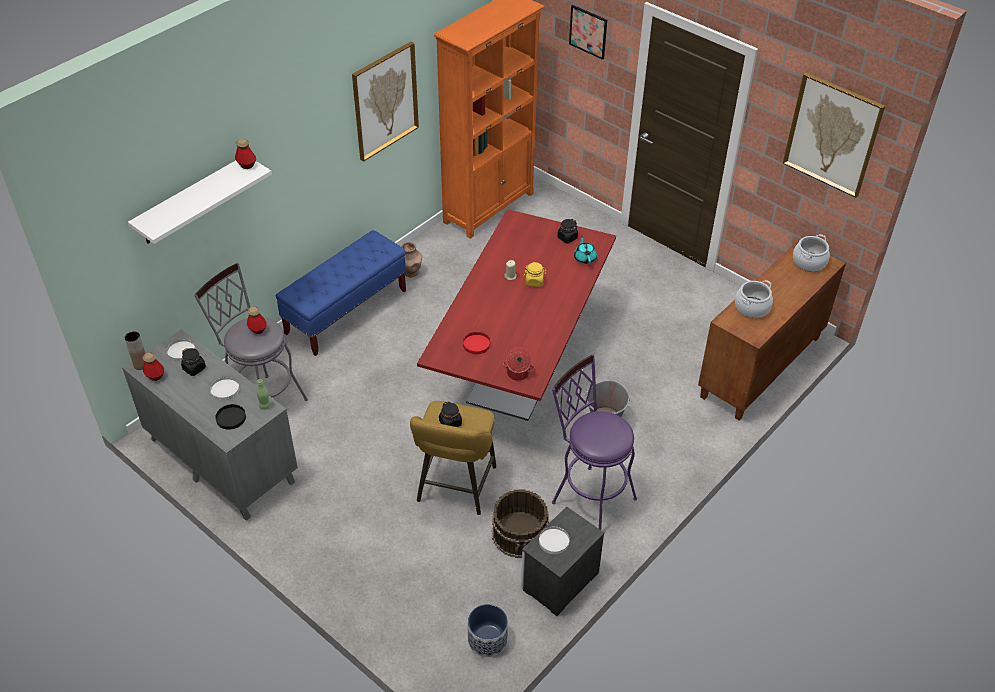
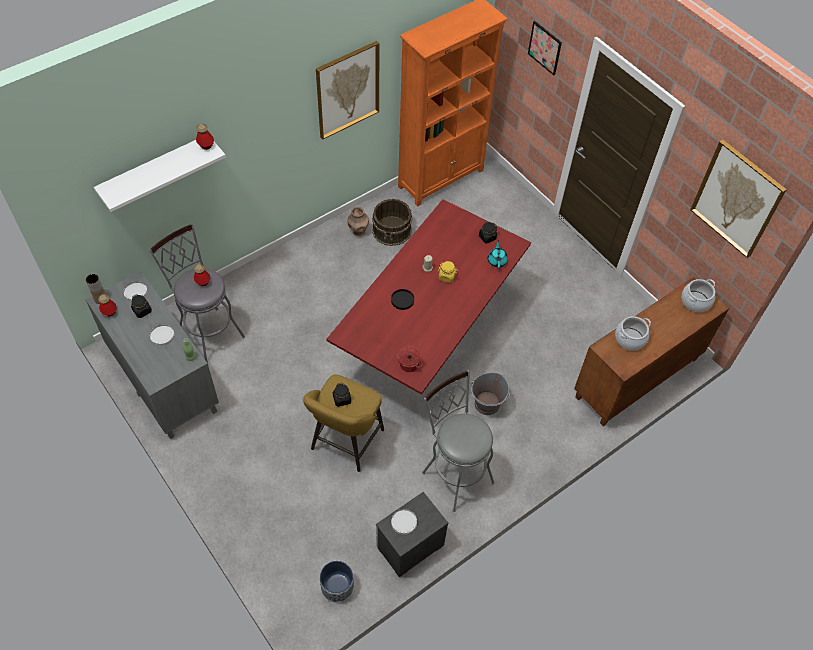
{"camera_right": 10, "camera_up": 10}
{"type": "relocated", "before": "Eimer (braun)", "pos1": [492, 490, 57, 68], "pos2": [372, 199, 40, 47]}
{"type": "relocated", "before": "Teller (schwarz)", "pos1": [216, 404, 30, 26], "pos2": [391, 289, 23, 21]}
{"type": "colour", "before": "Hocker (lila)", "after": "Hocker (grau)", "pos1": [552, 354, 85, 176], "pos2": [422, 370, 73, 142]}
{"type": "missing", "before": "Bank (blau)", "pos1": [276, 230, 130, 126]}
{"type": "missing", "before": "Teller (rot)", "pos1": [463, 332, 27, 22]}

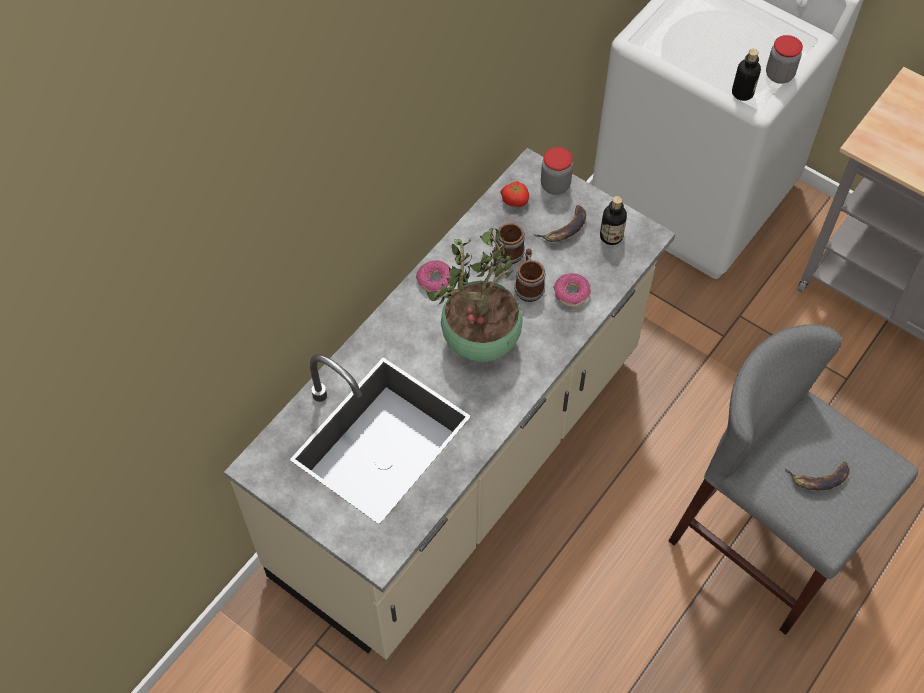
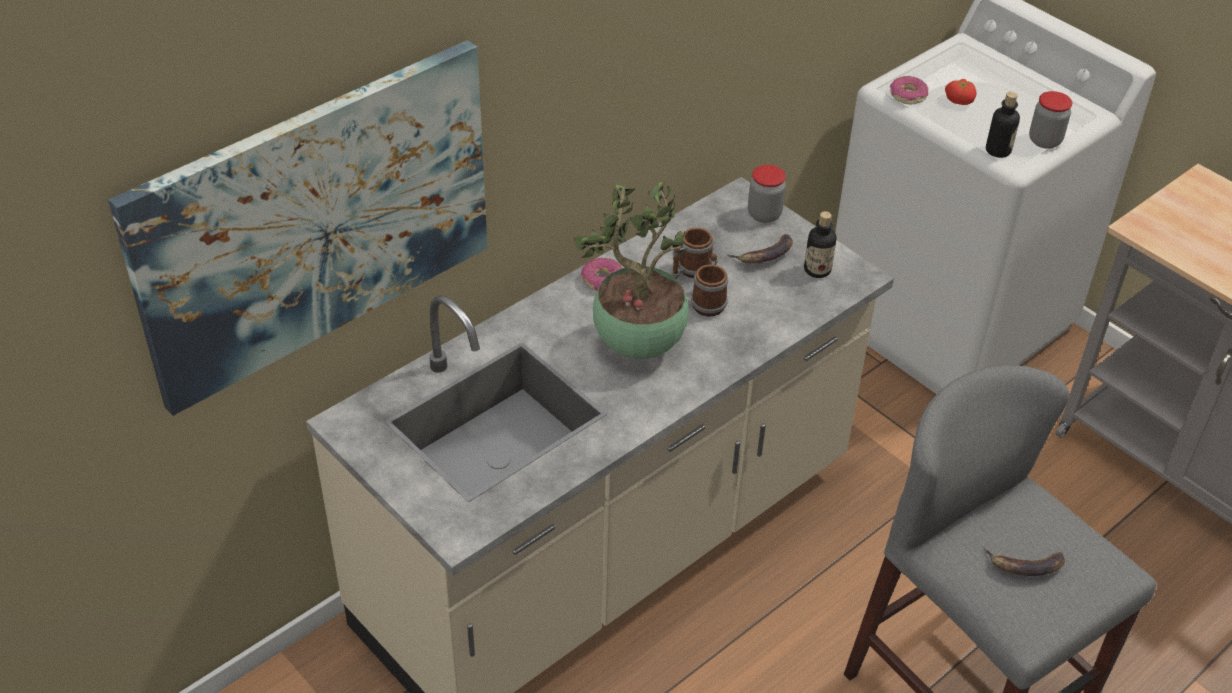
{"camera_right": 10, "camera_up": -15}
{"type": "appeared", "after": "Bild", "pos2": [108, 40, 380, 376]}
{"type": "relocated", "before": "Donut", "pos1": [553, 273, 38, 34], "pos2": [890, 76, 39, 28]}
{"type": "relocated", "before": "Tomate", "pos1": [501, 181, 28, 26], "pos2": [945, 79, 32, 26]}

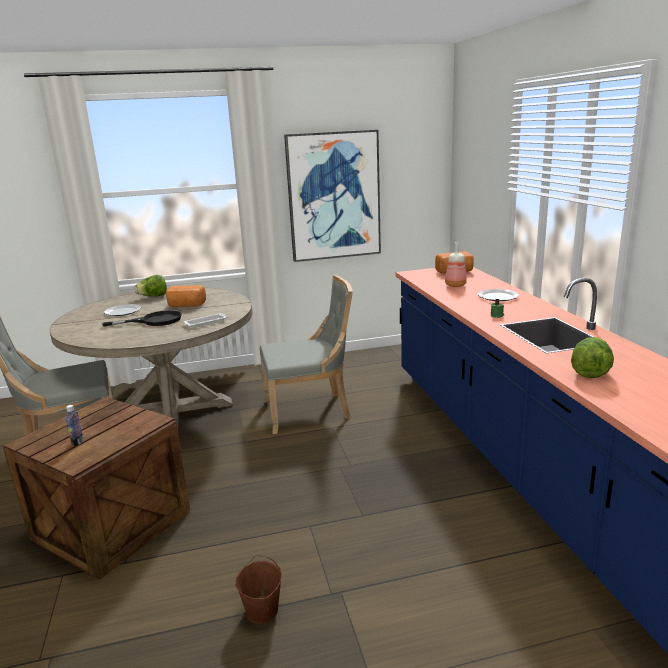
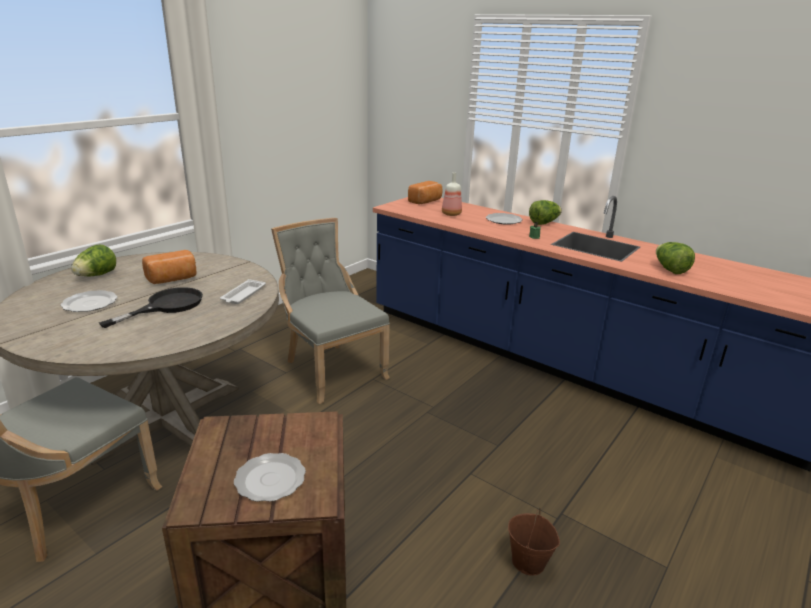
{"camera_right": -40, "camera_up": 5}
{"type": "exchanged", "before": "Flasche", "after": "Teller", "pos1": [65, 405, 19, 42], "pos2": [234, 453, 72, 49]}
{"type": "spun", "before": "Stuhl (grau)", "pos1": [260, 275, 93, 159], "pos2": [271, 218, 119, 186], "turn": -75}
{"type": "appeared", "after": "Salatkopf", "pos2": [529, 200, 33, 25]}
{"type": "missing", "before": "Bild", "pos1": [284, 130, 97, 132]}

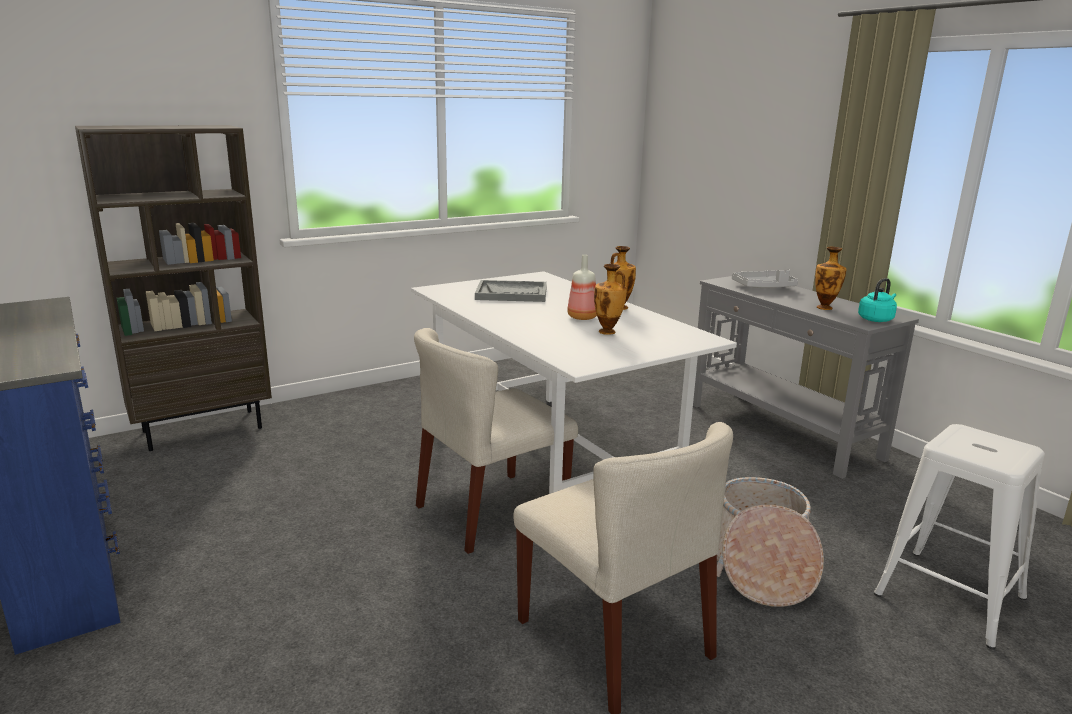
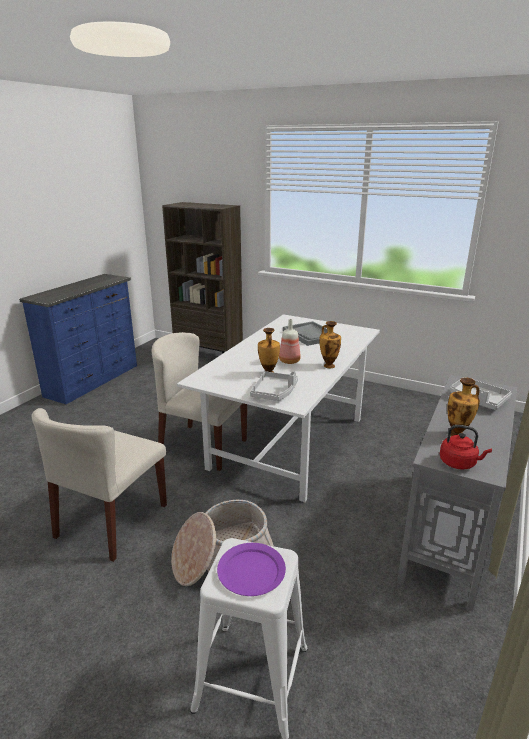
{"camera_right": 60, "camera_up": 5}
{"type": "appeared", "after": "Teller (lila)", "pos2": [217, 543, 69, 53]}
{"type": "appeared", "after": "Tablett (grau)", "pos2": [250, 371, 48, 30]}
{"type": "colour", "before": "Wasserkessel (türkis)", "after": "Wasserkessel (rot)", "pos1": [858, 278, 39, 44], "pos2": [440, 425, 52, 45]}

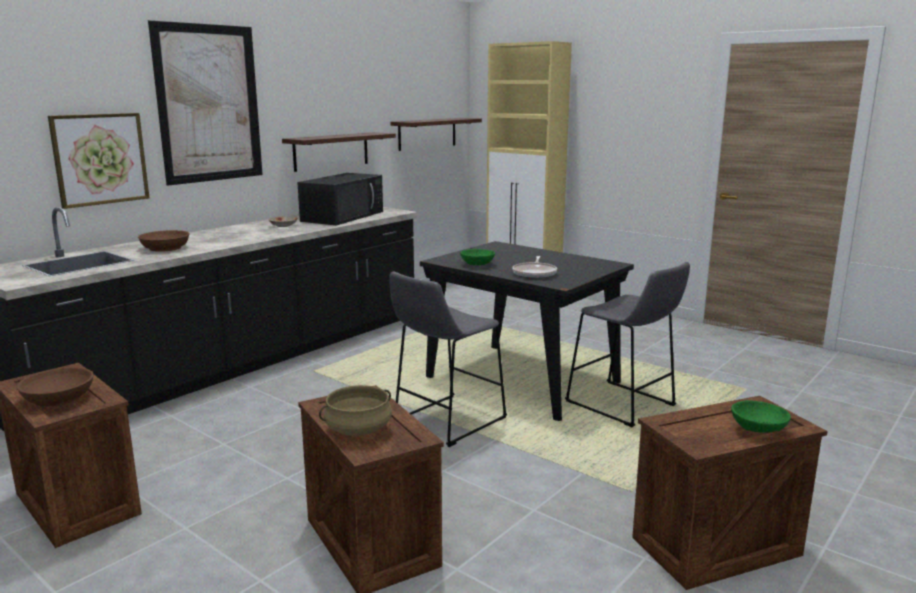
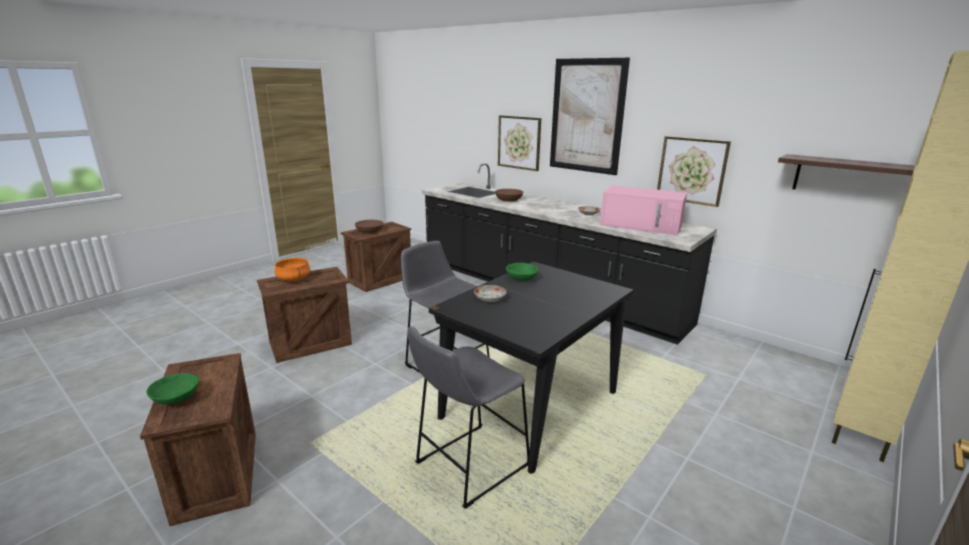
{"camera_right": 90, "camera_up": 5}
{"type": "colour", "before": "Kochtopf (beige)", "after": "Kochtopf (orange)", "pos1": [319, 385, 73, 51], "pos2": [275, 258, 36, 23]}
{"type": "exchanged", "before": "Pfanne", "after": "Teller", "pos1": [512, 256, 45, 23], "pos2": [474, 285, 33, 17]}
{"type": "colour", "before": "Mikrowelle (schwarz)", "after": "Mikrowelle (rosa)", "pos1": [297, 173, 86, 52], "pos2": [600, 185, 87, 51]}
{"type": "exchanged", "before": "Wandregal", "after": "Bild", "pos1": [282, 132, 114, 40], "pos2": [657, 136, 74, 71]}

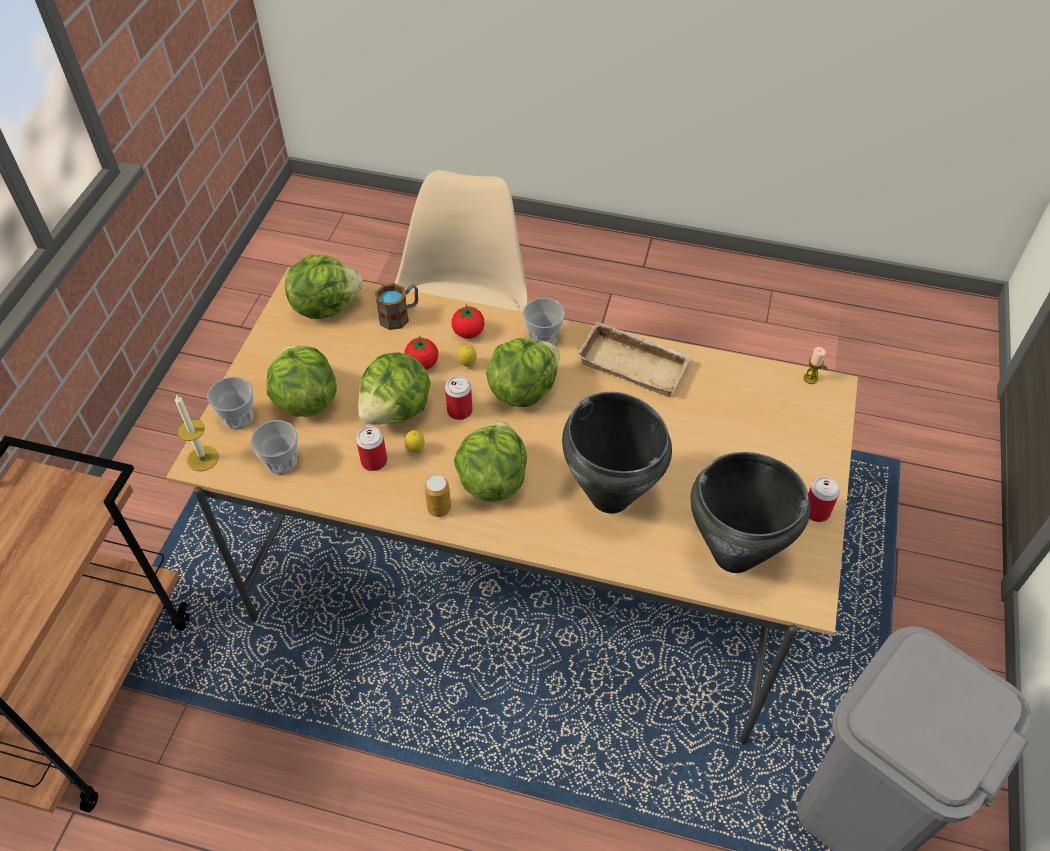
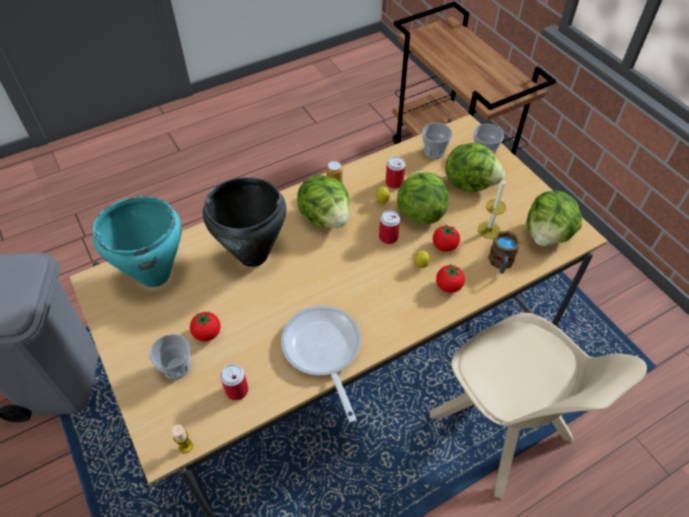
{"camera_right": 135, "camera_up": 0}
{"type": "colour", "before": "Kochtopf (schwarz)", "after": "Kochtopf (türkis)", "pos1": [690, 452, 121, 121], "pos2": [93, 196, 89, 91]}
{"type": "relocated", "before": "Tasse", "pos1": [523, 298, 42, 46], "pos2": [150, 334, 40, 46]}
{"type": "appeared", "after": "Tomate", "pos2": [190, 312, 31, 29]}
{"type": "relocated", "before": "Dose", "pos1": [808, 476, 32, 46], "pos2": [220, 364, 28, 37]}
{"type": "exchanged", "before": "Tablett (beige)", "after": "Pfanne", "pos1": [576, 321, 116, 76], "pos2": [281, 306, 80, 117]}
{"type": "relocated", "before": "Kerze", "pos1": [175, 395, 44, 76], "pos2": [478, 179, 28, 60]}
{"type": "missing", "before": "Salatkopf", "pos1": [486, 338, 73, 69]}

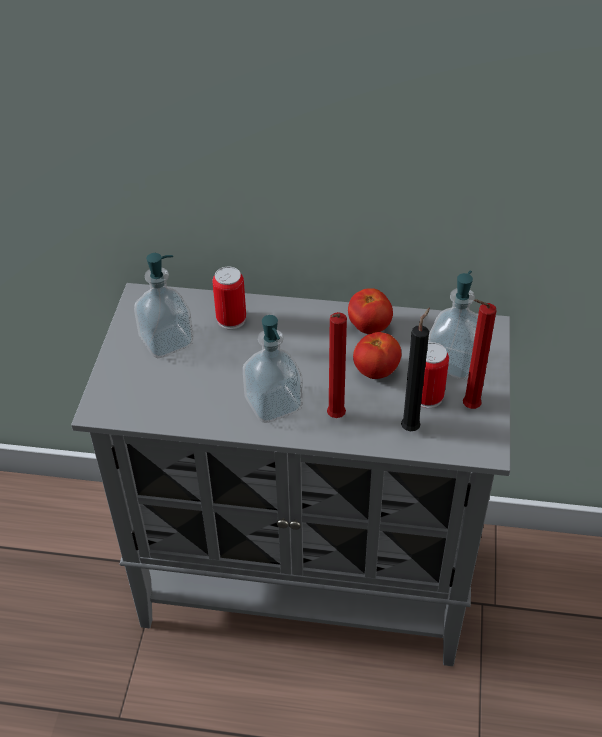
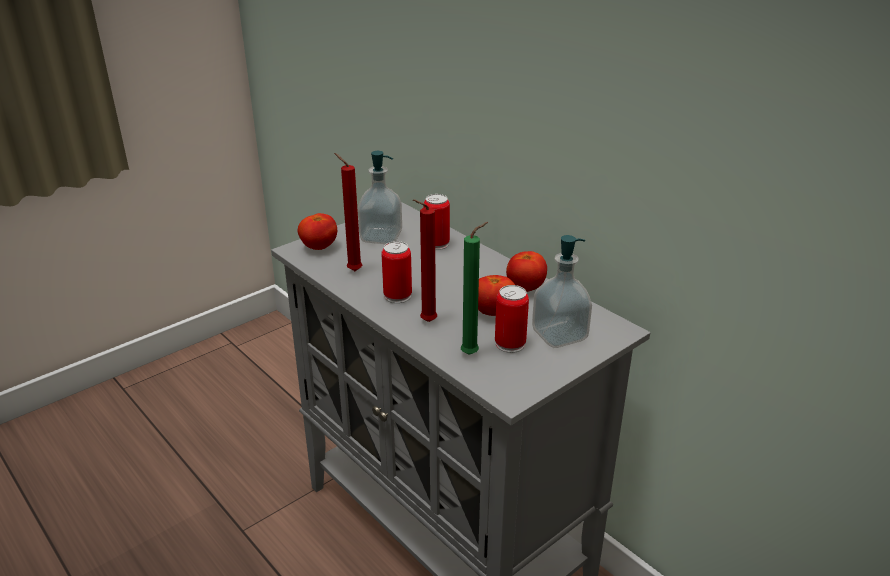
{"camera_right": 40, "camera_up": -15}
{"type": "appeared", "after": "Tomate", "pos2": [298, 213, 39, 37]}
{"type": "relocated", "before": "Kerze (rot)", "pos1": [463, 299, 34, 110], "pos2": [334, 153, 28, 118]}
{"type": "exchanged", "before": "Seifenspender", "after": "Dose", "pos1": [243, 315, 60, 108], "pos2": [382, 241, 30, 62]}
{"type": "colour", "before": "Kerze (schwarz)", "after": "Kerze (grün)", "pos1": [401, 308, 29, 123], "pos2": [461, 222, 27, 133]}

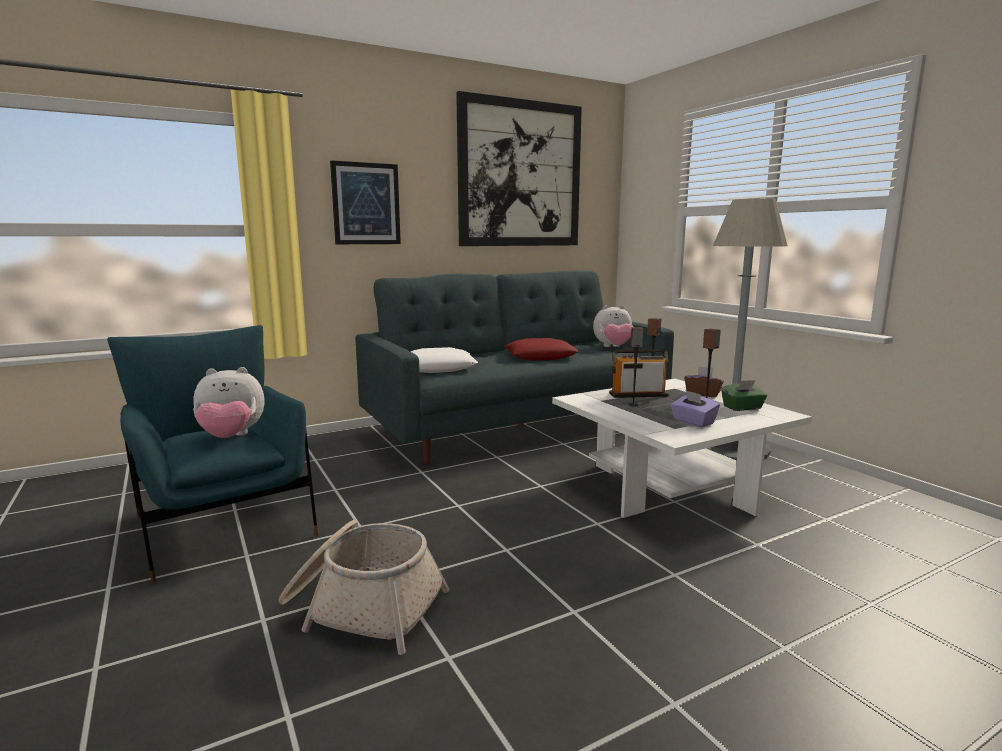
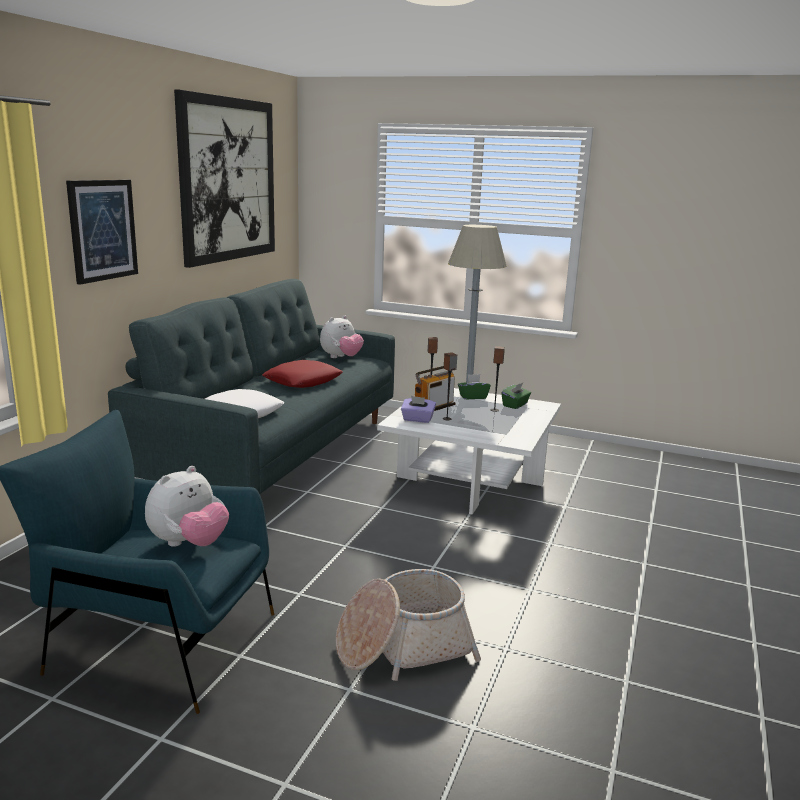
{"camera_right": -40, "camera_up": 5}
{"type": "relocated", "before": "Taschentuchbox (lila)", "pos1": [670, 390, 50, 37], "pos2": [401, 396, 35, 27]}
{"type": "colour", "before": "Taschentuchbox (braun)", "after": "Taschentuchbox (grün)", "pos1": [684, 366, 40, 31], "pos2": [458, 374, 33, 25]}

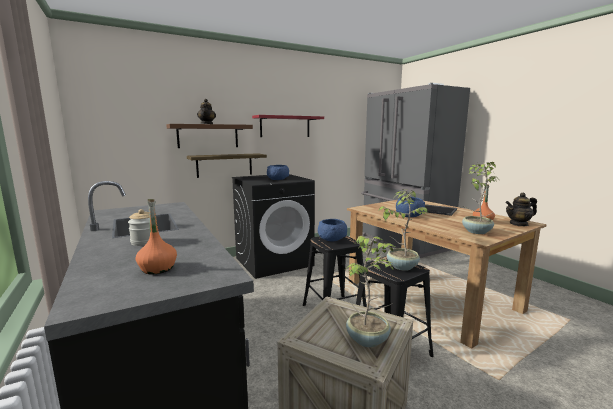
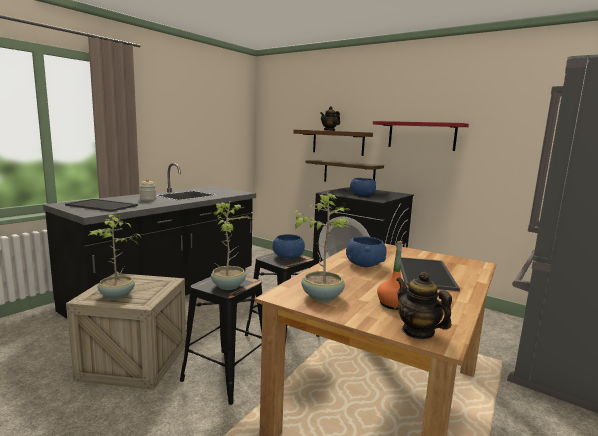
{"camera_right": 65, "camera_up": 0}
{"type": "exchanged", "before": "Flasche (orange)", "after": "Tablett", "pos1": [136, 199, 41, 75], "pos2": [65, 199, 73, 13]}

